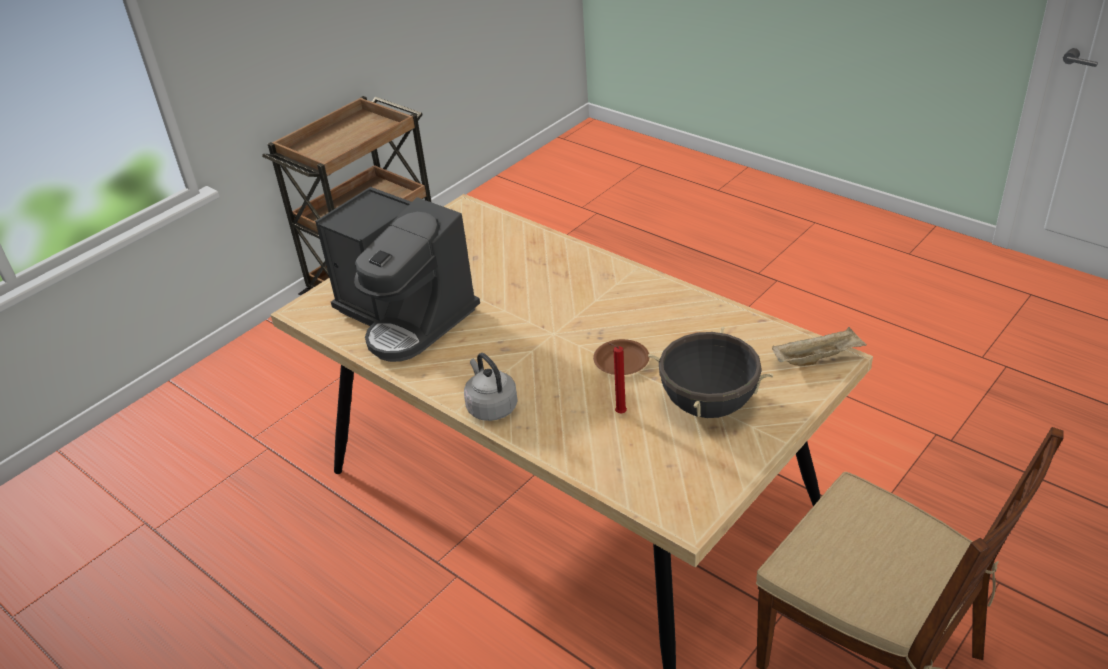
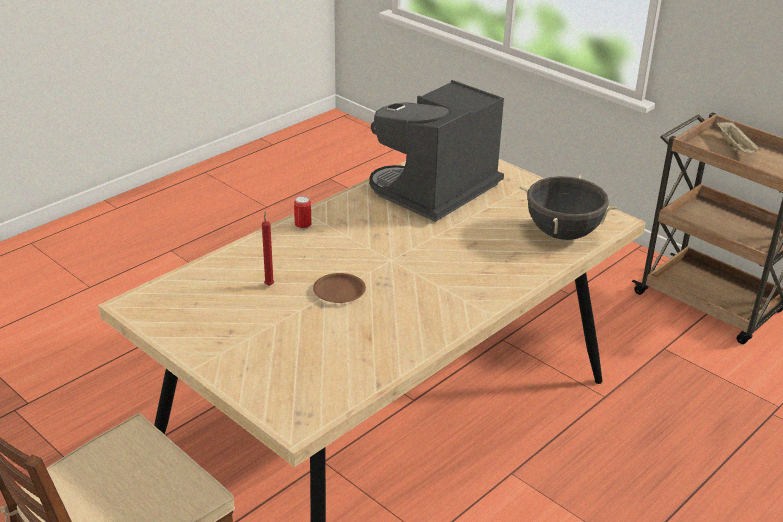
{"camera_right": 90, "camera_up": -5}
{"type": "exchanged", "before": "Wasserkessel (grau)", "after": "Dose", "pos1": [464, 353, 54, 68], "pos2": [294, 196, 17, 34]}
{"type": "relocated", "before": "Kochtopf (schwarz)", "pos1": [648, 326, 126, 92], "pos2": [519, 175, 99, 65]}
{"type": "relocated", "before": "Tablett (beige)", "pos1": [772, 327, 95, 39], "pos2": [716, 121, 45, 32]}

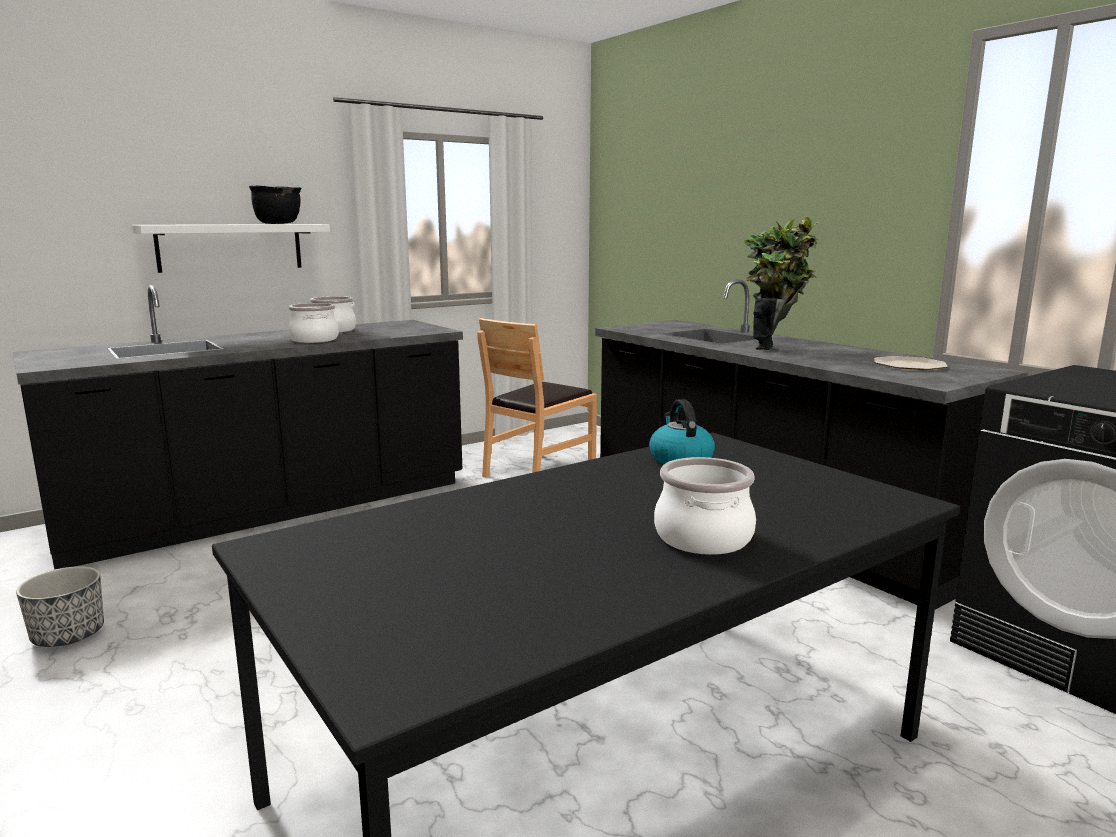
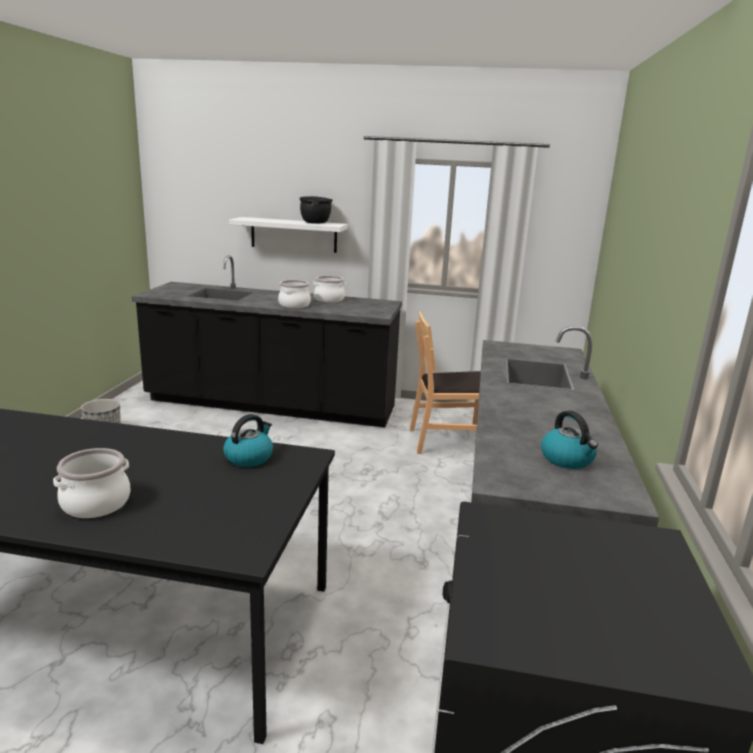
{"camera_right": 45, "camera_up": 5}
{"type": "exchanged", "before": "Teller", "after": "Wasserkessel", "pos1": [874, 356, 74, 14], "pos2": [541, 410, 57, 59]}
{"type": "missing", "before": "Topfpflanze", "pos1": [744, 217, 75, 133]}

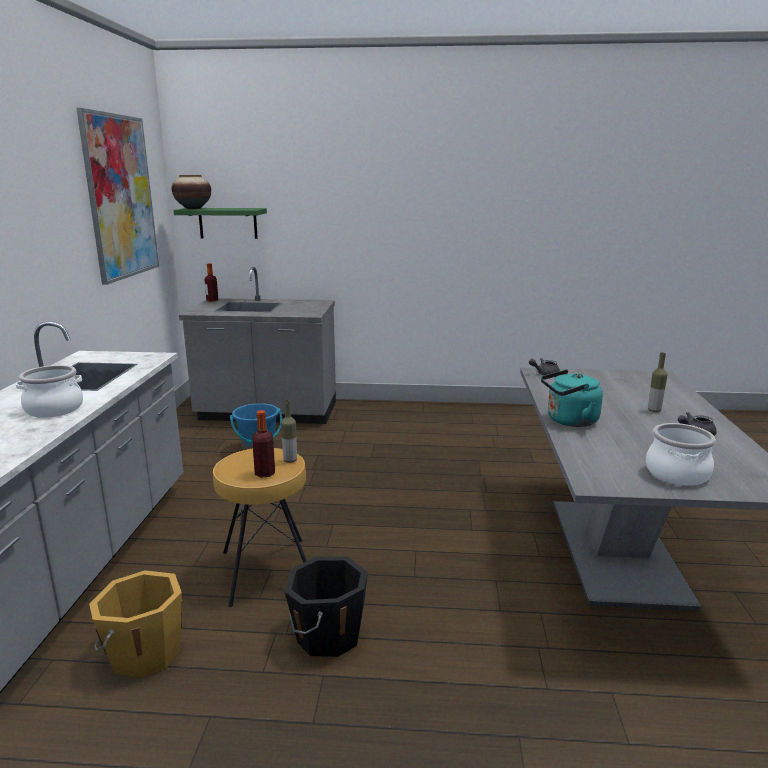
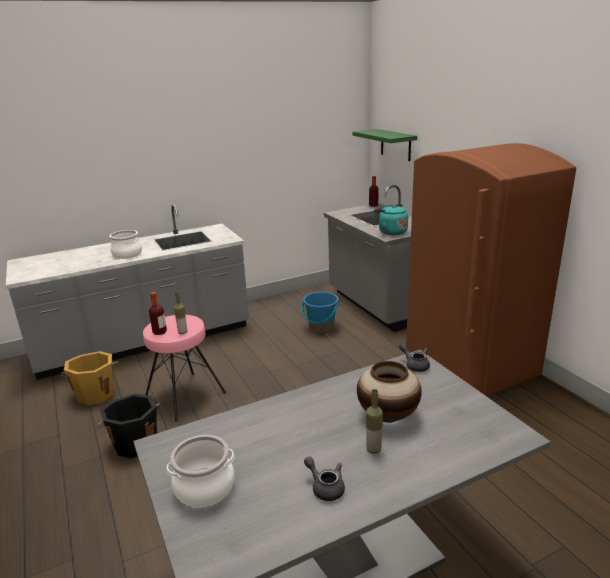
{"camera_right": 60, "camera_up": 5}
{"type": "colour", "before": "Hocker (braun)", "after": "Hocker (rosa)", "pos1": [213, 448, 94, 159], "pos2": [143, 315, 83, 107]}
{"type": "relocated", "before": "Vase", "pos1": [172, 175, 39, 34], "pos2": [357, 361, 65, 62]}
{"type": "relocated", "before": "Wasserkessel (türkis)", "pos1": [541, 370, 62, 57], "pos2": [374, 204, 34, 31]}
{"type": "appeared", "after": "Kühlschrank (braun)", "pos2": [406, 143, 170, 253]}
{"type": "missing", "before": "Bild", "pos1": [76, 108, 83, 177]}

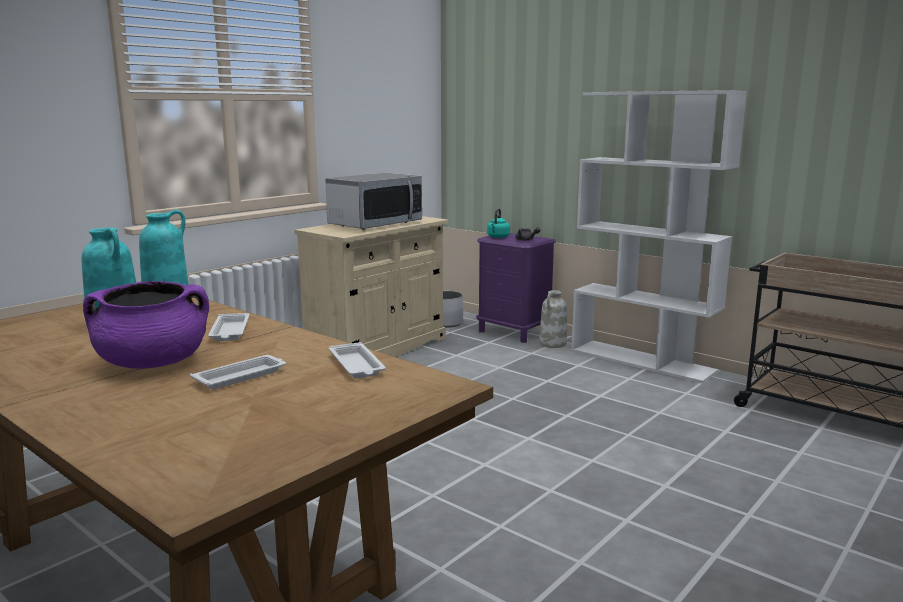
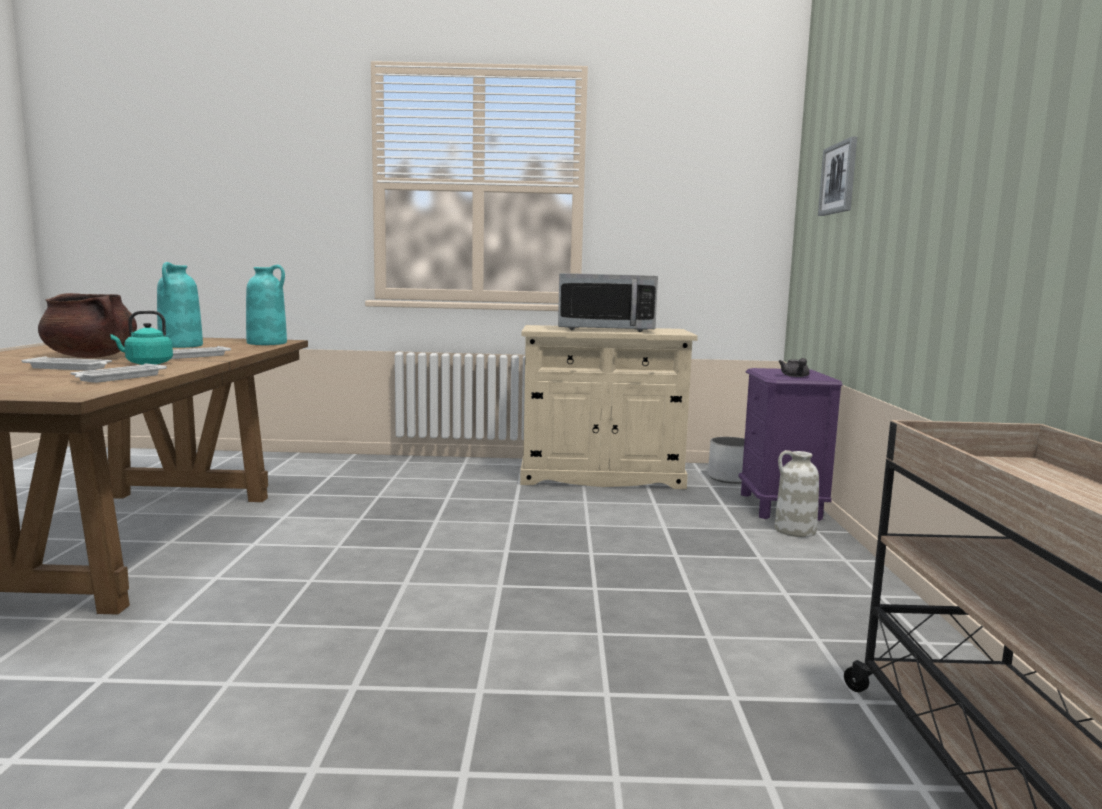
{"camera_right": 50, "camera_up": -5}
{"type": "colour", "before": "Kochtopf (lila)", "after": "Kochtopf (braun)", "pos1": [83, 281, 126, 88], "pos2": [38, 293, 99, 65]}
{"type": "relocated", "before": "Wasserkessel (türkis)", "pos1": [487, 208, 23, 30], "pos2": [110, 311, 63, 54]}
{"type": "appeared", "after": "Bild", "pos2": [818, 136, 39, 80]}
{"type": "missing", "before": "Bücherregal (weiß)", "pos1": [571, 90, 176, 293]}

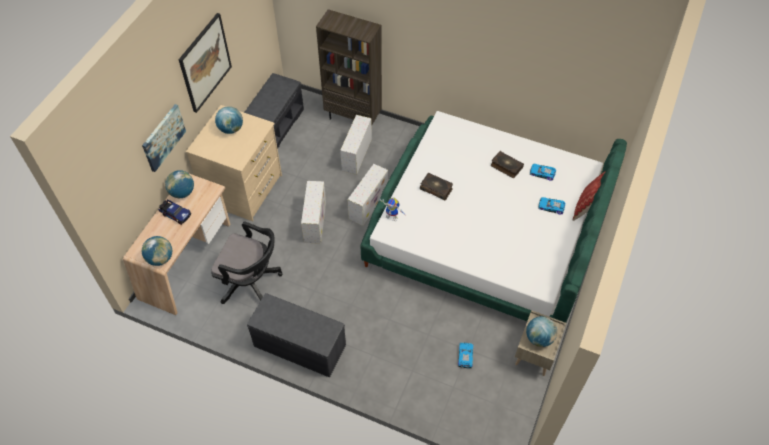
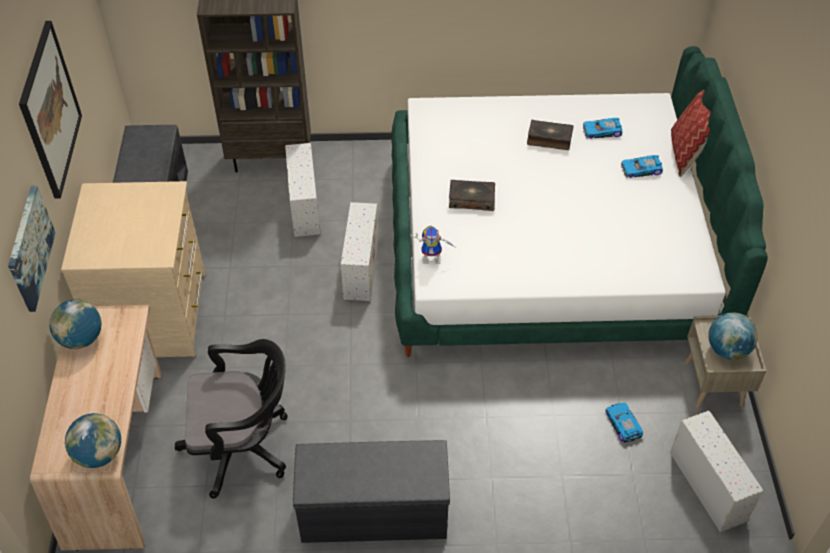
{"camera_right": -25, "camera_up": -5}
{"type": "relocated", "before": "Aufbewahrungsbox (weiß)", "pos1": [301, 181, 25, 63], "pos2": [670, 411, 93, 121]}
{"type": "missing", "before": "Spielzeuglaster", "pos1": [158, 199, 33, 26]}
{"type": "missing", "before": "Globus", "pos1": [215, 106, 28, 28]}

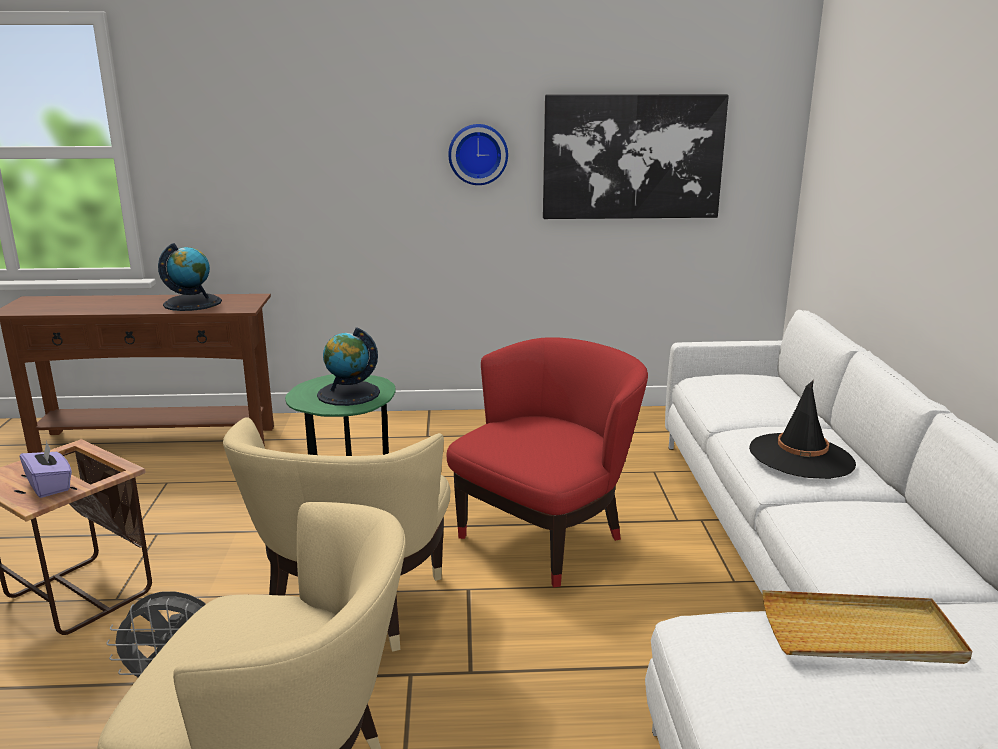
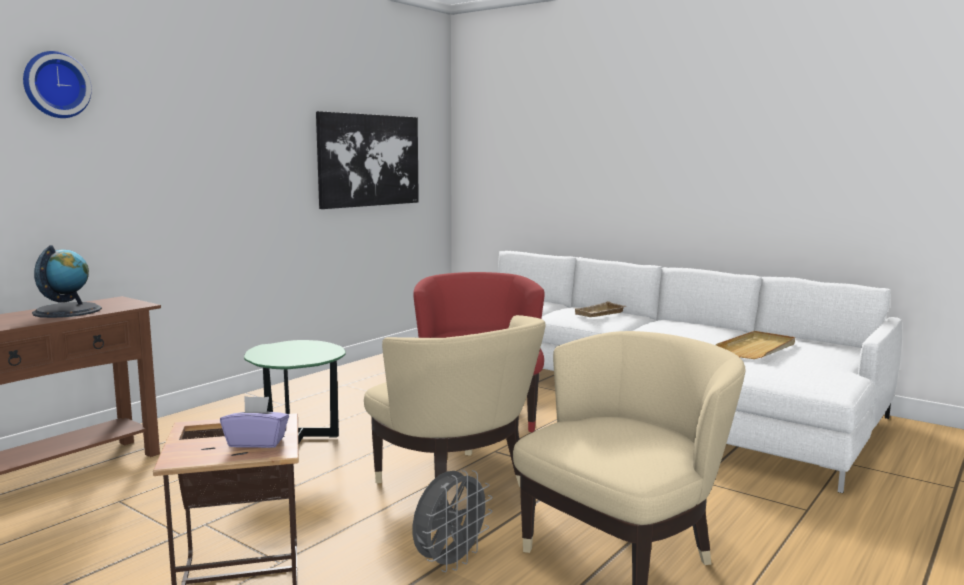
{"camera_right": -50, "camera_up": -10}
{"type": "relocated", "before": "Wanduhr", "pos1": [448, 124, 60, 61], "pos2": [23, 51, 69, 67]}
{"type": "exchanged", "before": "Hut (schwarz)", "after": "Tablett (beige)", "pos1": [749, 380, 107, 99], "pos2": [574, 301, 52, 16]}
{"type": "missing", "before": "Globus", "pos1": [317, 328, 63, 78]}

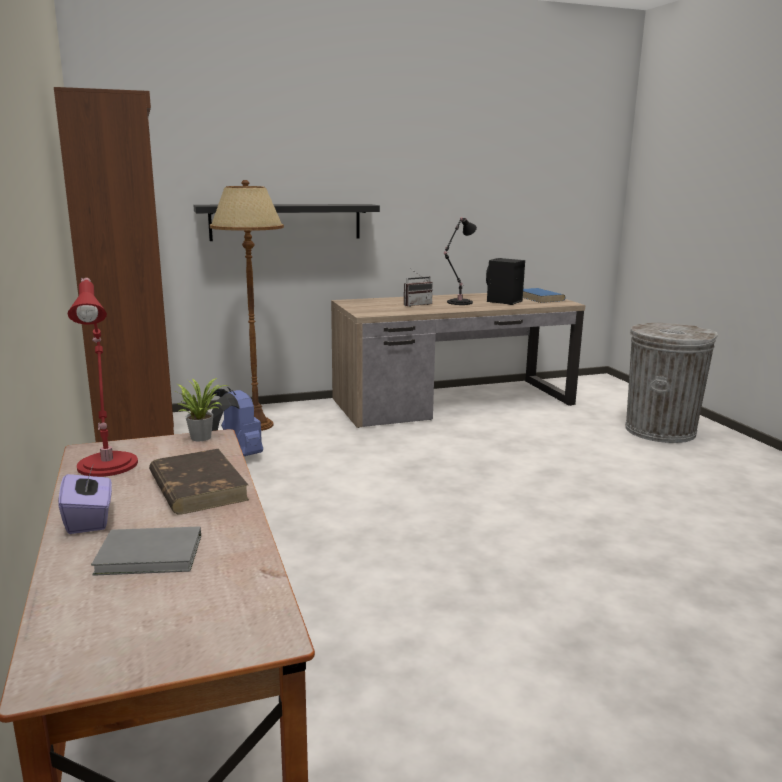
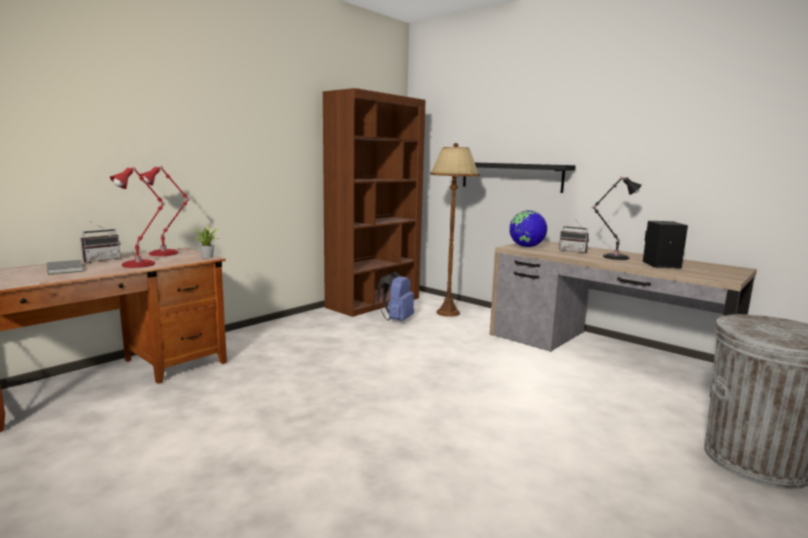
{"camera_right": 60, "camera_up": -5}
{"type": "exchanged", "before": "Taschentuchbox (lila)", "after": "Radio", "pos1": [58, 463, 54, 71], "pos2": [80, 221, 41, 42]}
{"type": "exchanged", "before": "Buch (braun)", "after": "Tischlampe (rot)", "pos1": [149, 449, 100, 66], "pos2": [110, 167, 55, 101]}
{"type": "appeared", "after": "Globus", "pos2": [509, 210, 38, 37]}
{"type": "missing", "before": "Buch (blau)", "pos1": [523, 288, 43, 15]}

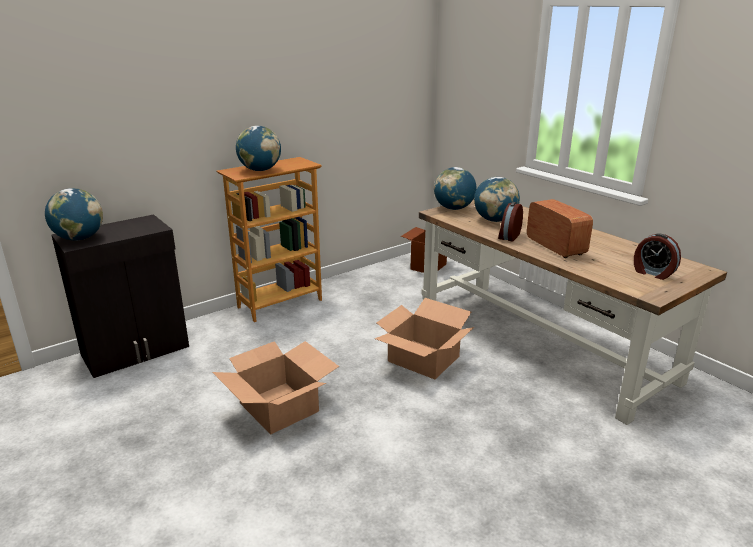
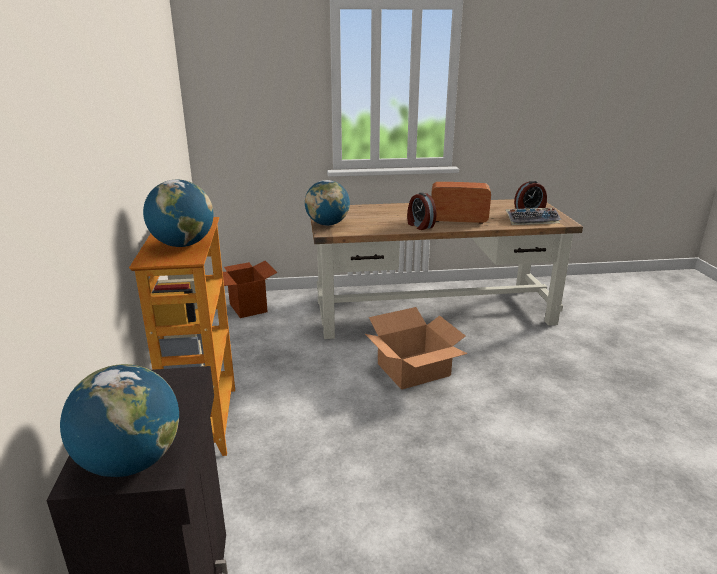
{"camera_right": -60, "camera_up": 0}
{"type": "appeared", "after": "Tastatur", "pos2": [506, 208, 55, 17]}
{"type": "missing", "before": "Karton", "pos1": [212, 341, 127, 94]}
{"type": "missing", "before": "Globus", "pos1": [474, 177, 46, 45]}

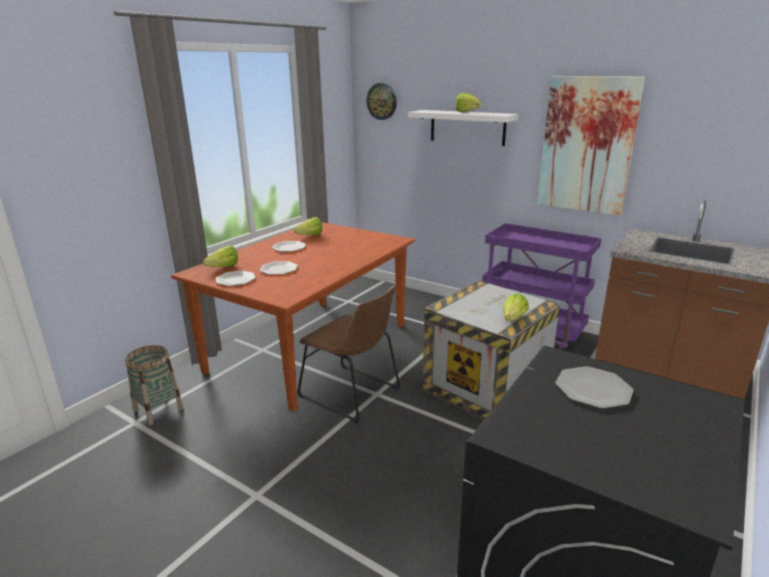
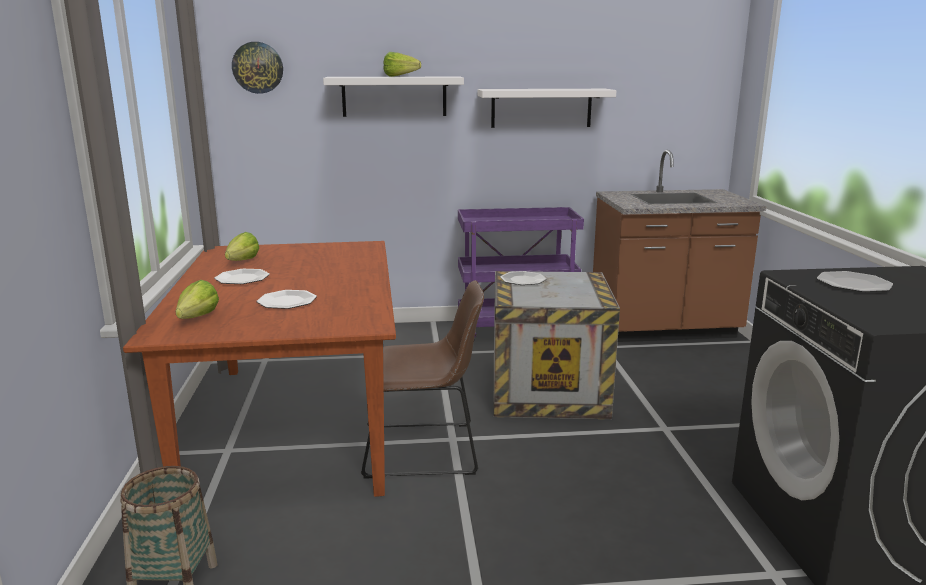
{"camera_right": -40, "camera_up": -5}
{"type": "exchanged", "before": "Bild", "after": "Wandregal (weiß)", "pos1": [537, 76, 108, 140], "pos2": [478, 89, 138, 39]}
{"type": "relocated", "before": "Teller", "pos1": [216, 271, 39, 15], "pos2": [500, 271, 47, 14]}
{"type": "missing", "before": "Salatkopf", "pos1": [503, 293, 26, 28]}

